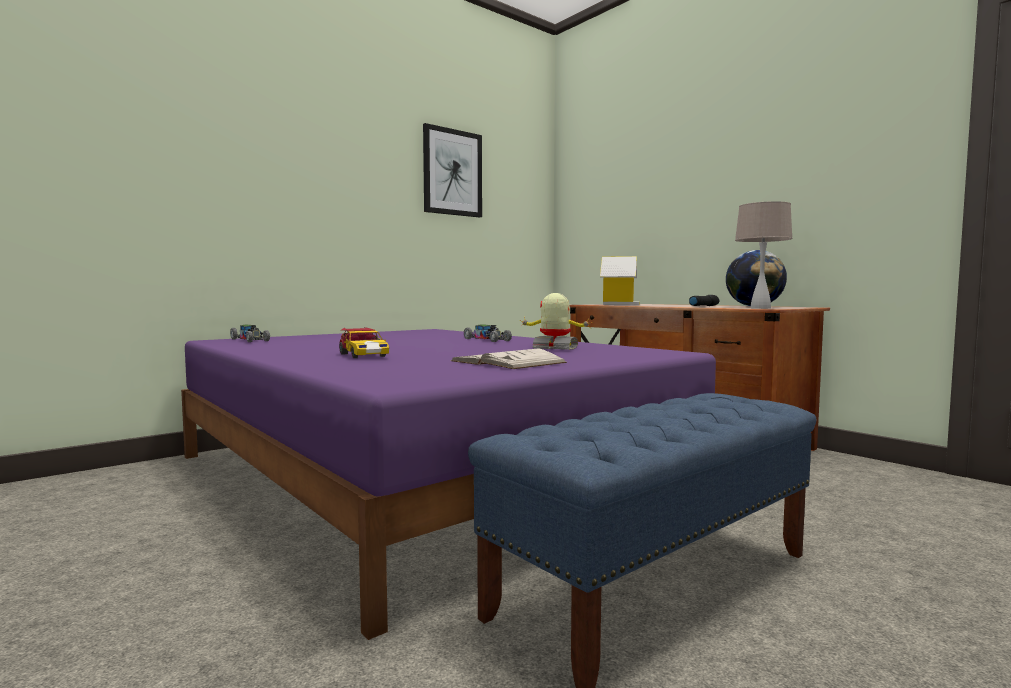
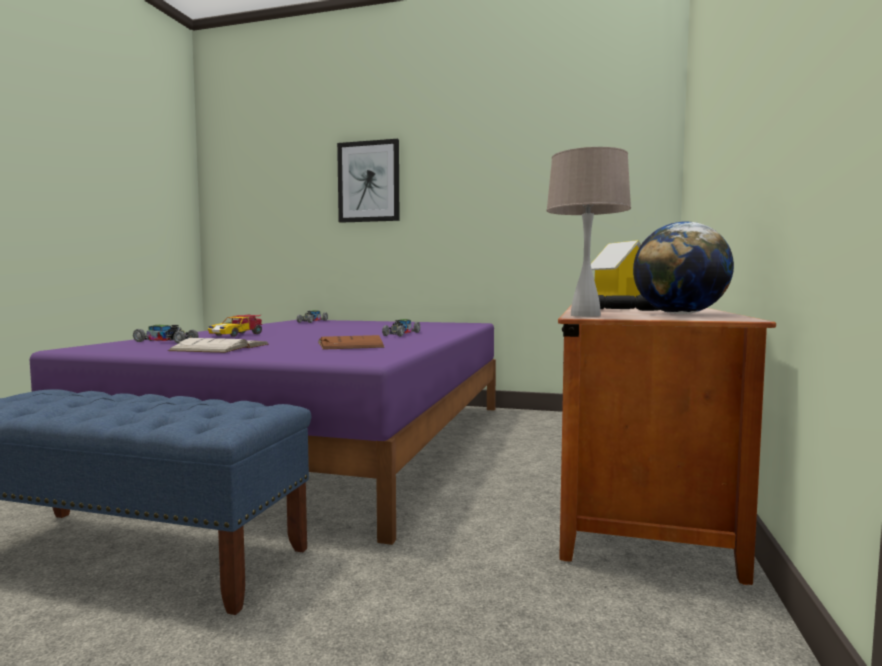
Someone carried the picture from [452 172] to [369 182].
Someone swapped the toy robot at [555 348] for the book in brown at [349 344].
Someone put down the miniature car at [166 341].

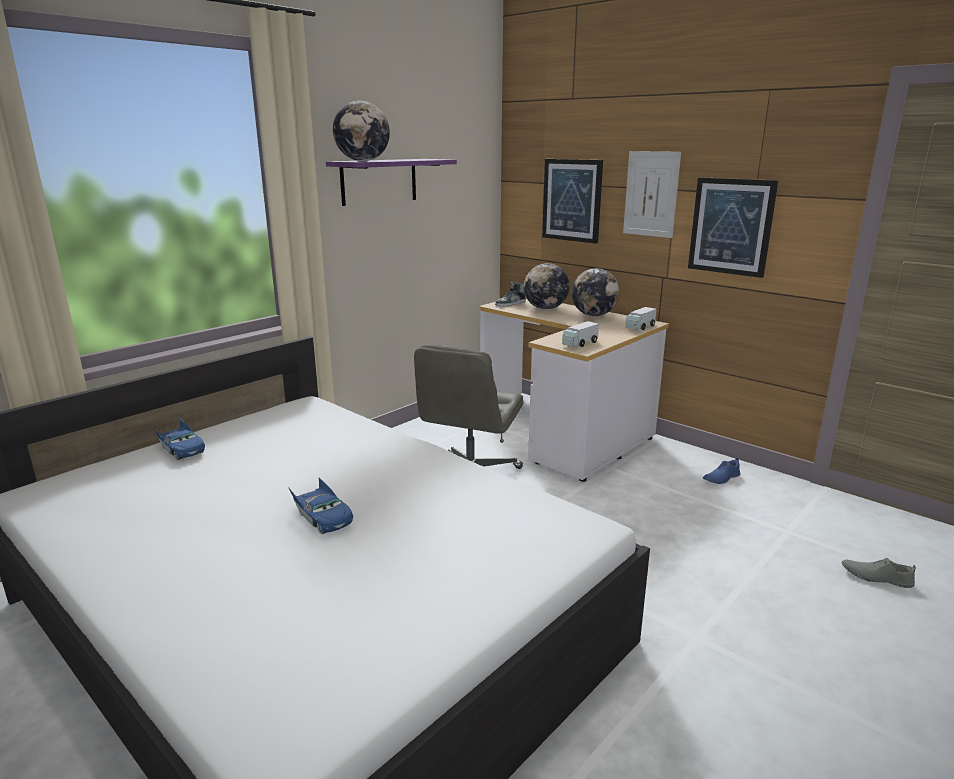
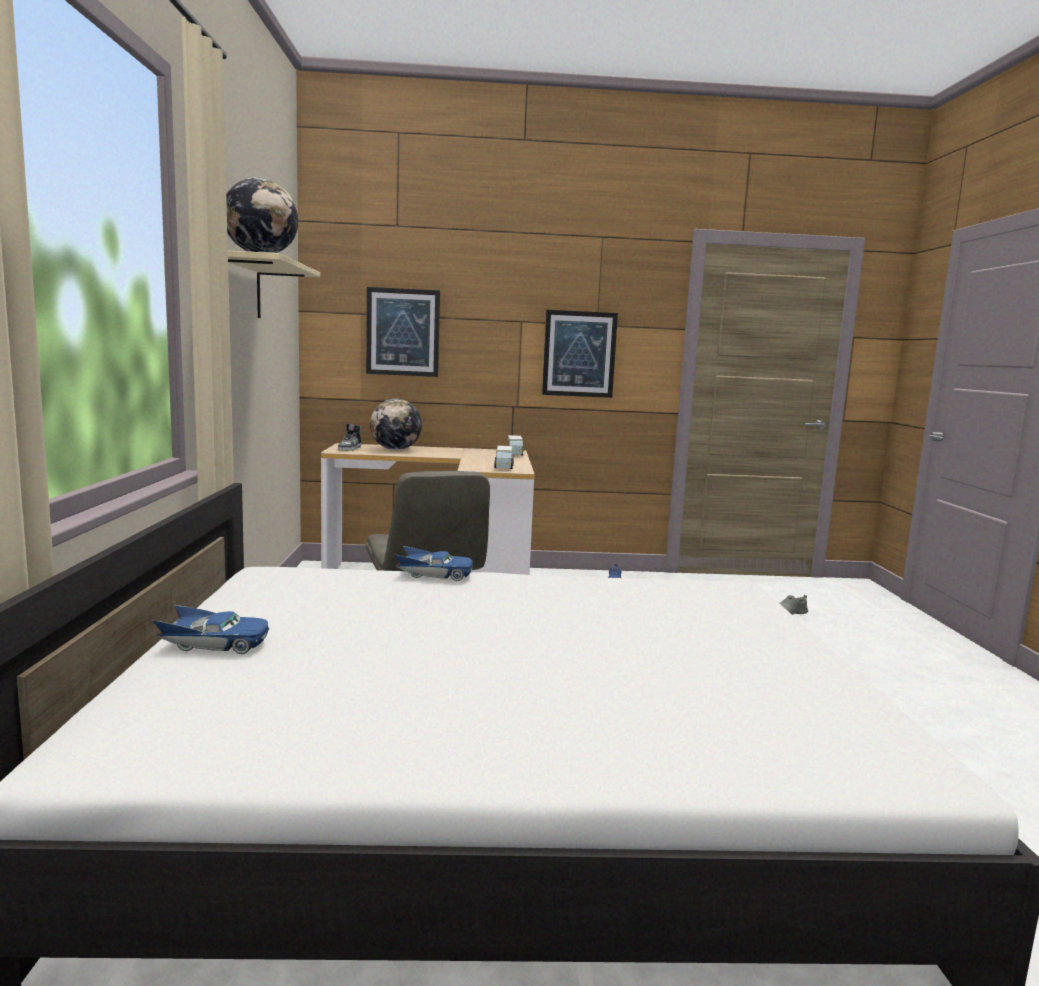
Someone carried the miniature car in blue-coloured from [322 517] to [434 575].
Someone repainted the bracket shelf in purplish at [379 181], which became the bracket shelf in sand-coloured at [239 288].
Someone took away the world globe at [593 315].
Someone took away the picture at [651 194].

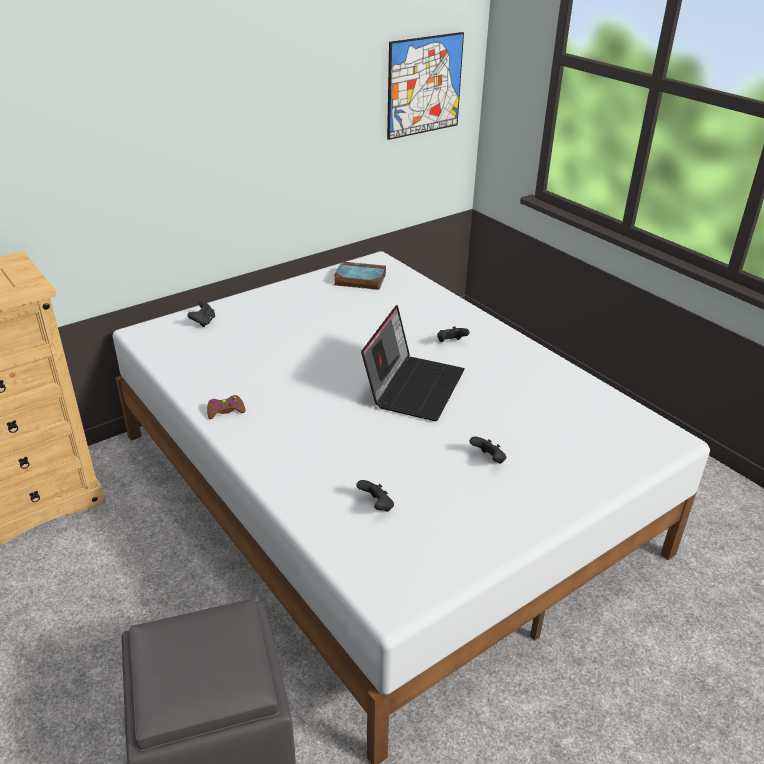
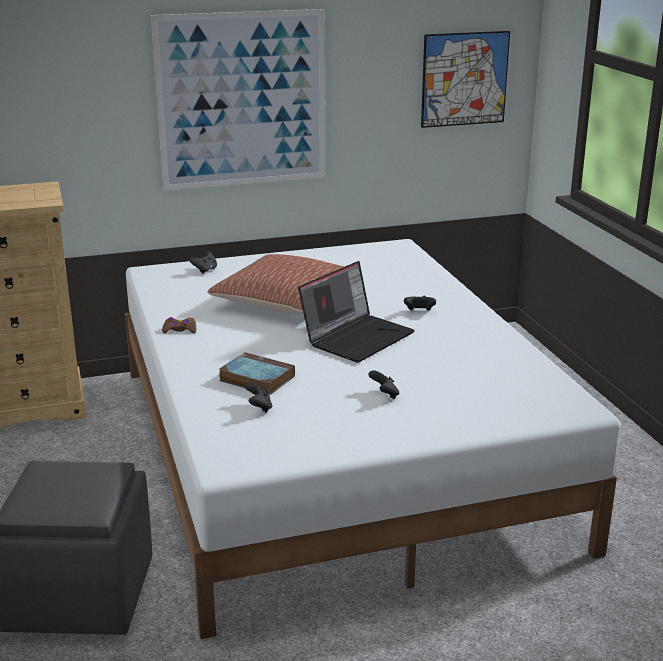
Someone carried the book from [358 279] to [255 378].
Someone put up the picture at [242 100].
Someone put down the throw pillow at [286 301].

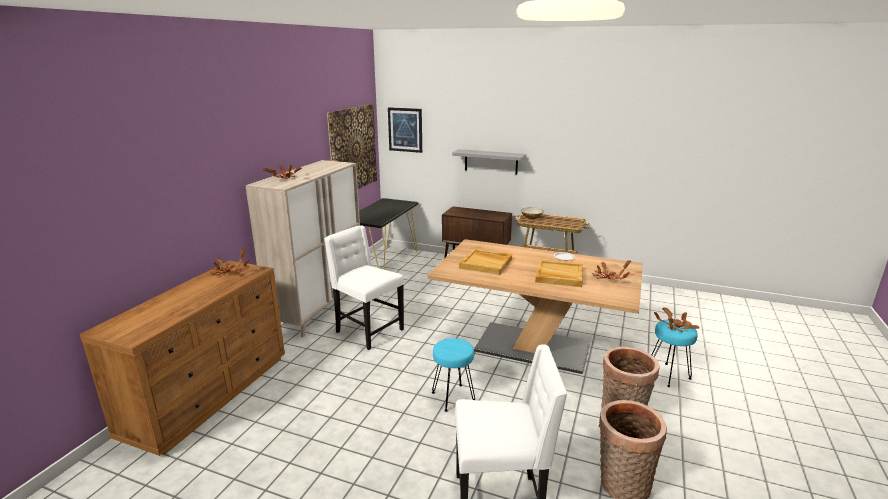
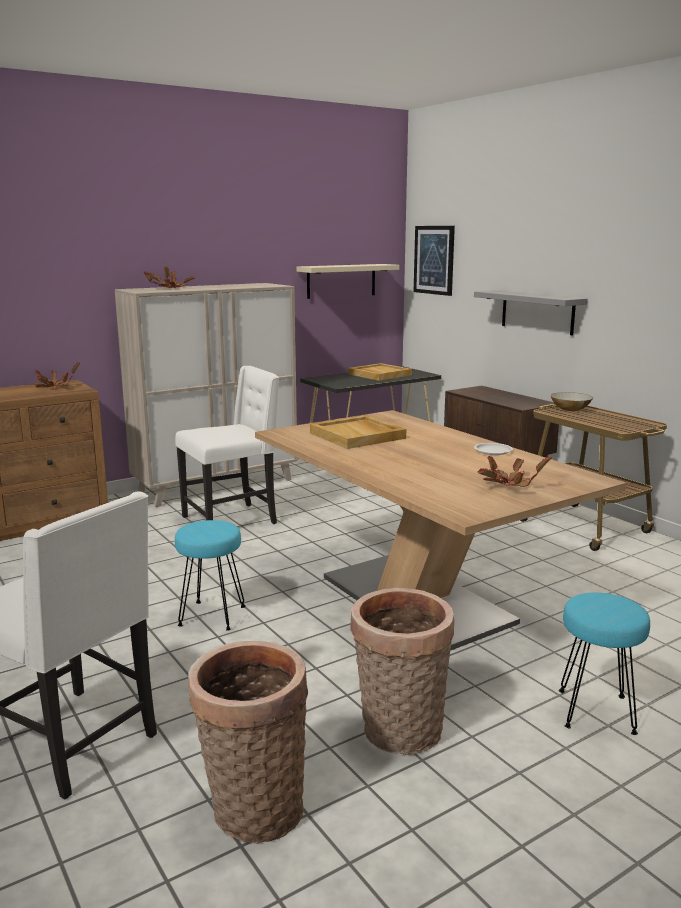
Someone rotated the upright chair in white at [367 331] by 75 degrees clockwise.
Someone swapped the picture at [352 149] for the bracket shelf in sand-coloured at [341 281].
Someone carried the carrying tray in sand-coloured from [558 275] to [379 374].
Someone took away the potted plant at [676 327].

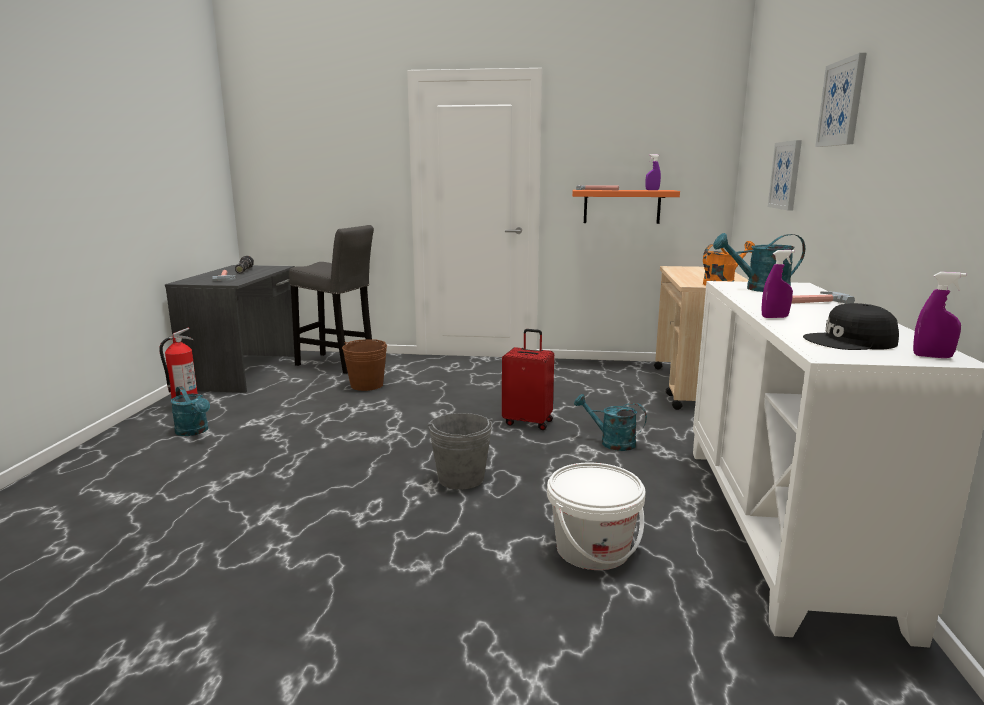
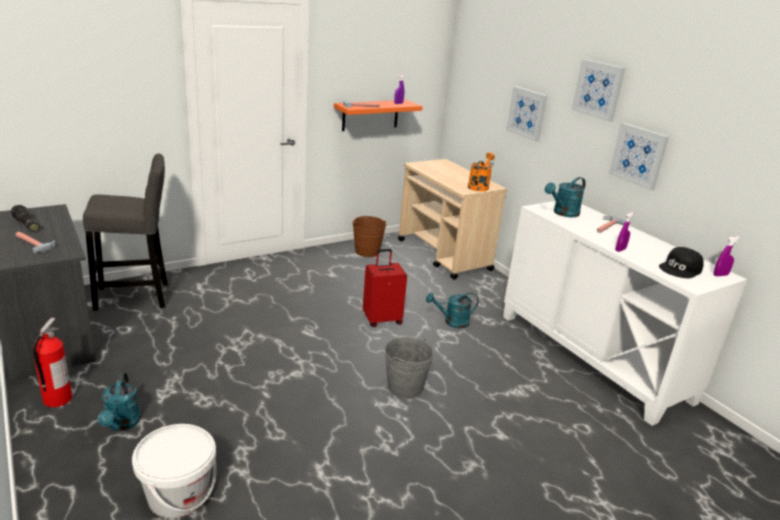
Someone rotated the watering pot in turquoise-coloured at [194 432] by 75 degrees clockwise.
Someone carried the bucket in brown from [367 385] to [367 251].
Someone carried the bucket in white from [593 549] to [179 494].
Someone put up the picture at [638 155].

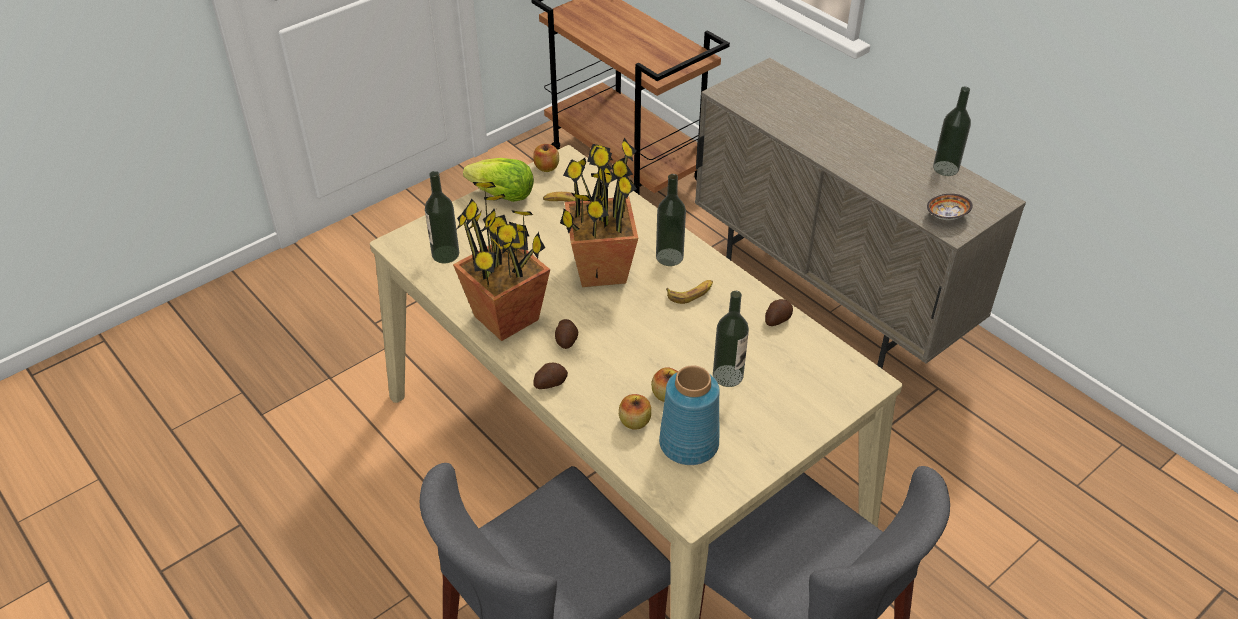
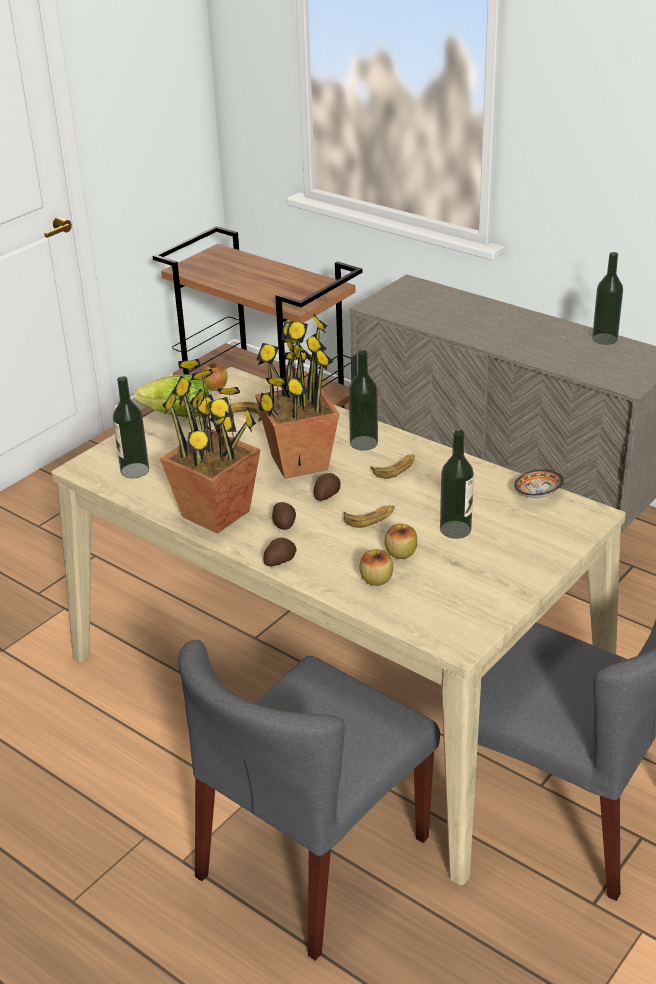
Someone took away the vase in blue-coloured at [690 444].
Someone carried the whole potato from [777 319] to [326 495].
Someone carried the serving bowl from [947 216] to [538 494].
Someone put down the banana at [370 518].

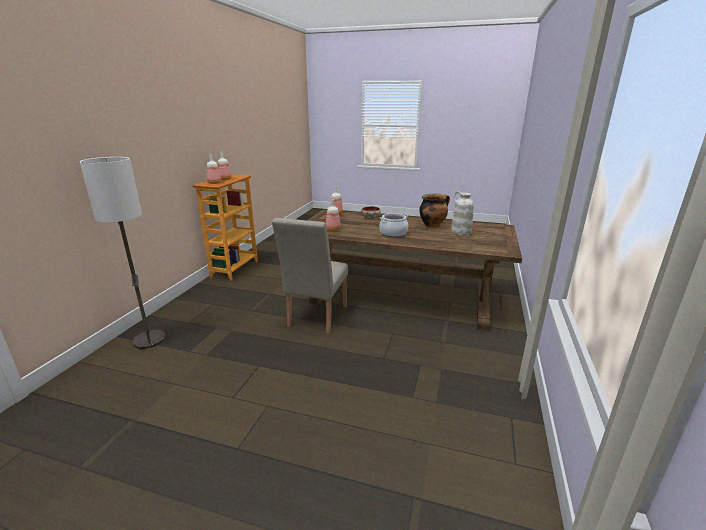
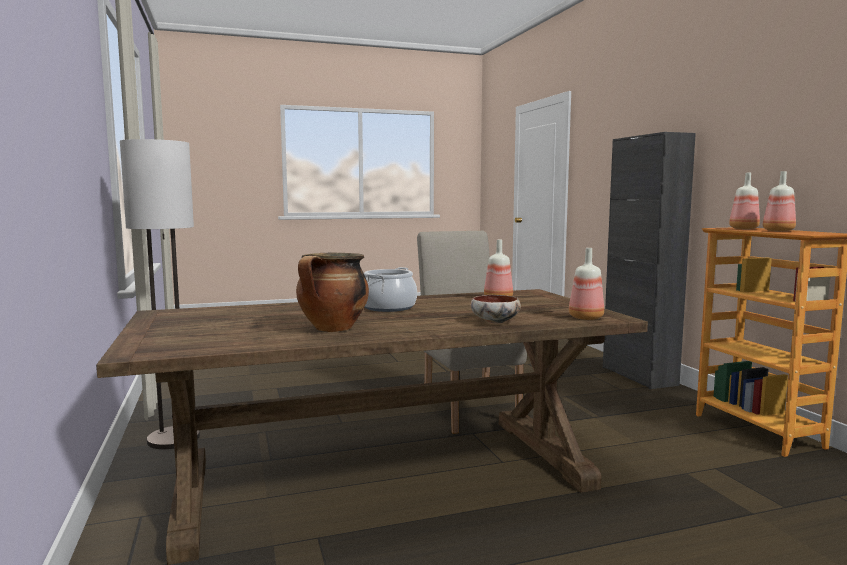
Someone carried the standing lamp from [149 340] to [173 439].
Someone took away the vase in white at [460 232].
Someone put down the cupboard in black-coloured at [639 376].

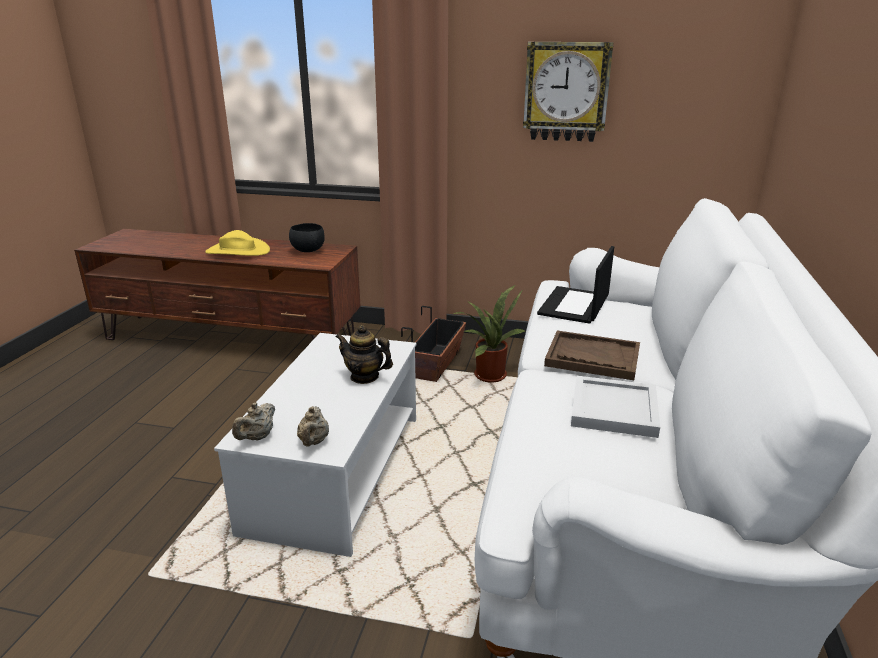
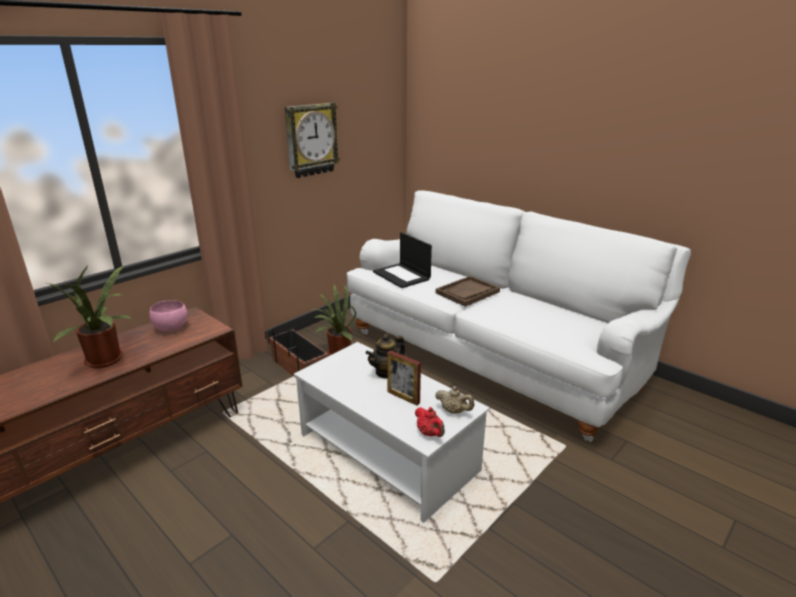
Someone swapped the clothing hat in yellow-coloured at [237 251] for the potted plant at [107 361].
Someone repainted the pot for tea in sand-coloured at [257 437], which became the pot for tea in red-coloured at [429 433].
Someone repainted the serving bowl in black-coloured at [308 250], which became the serving bowl in pinkish at [170 328].
Someone took away the carrying tray in white at [615 410].
Someone put down the picture frame at [403 397].

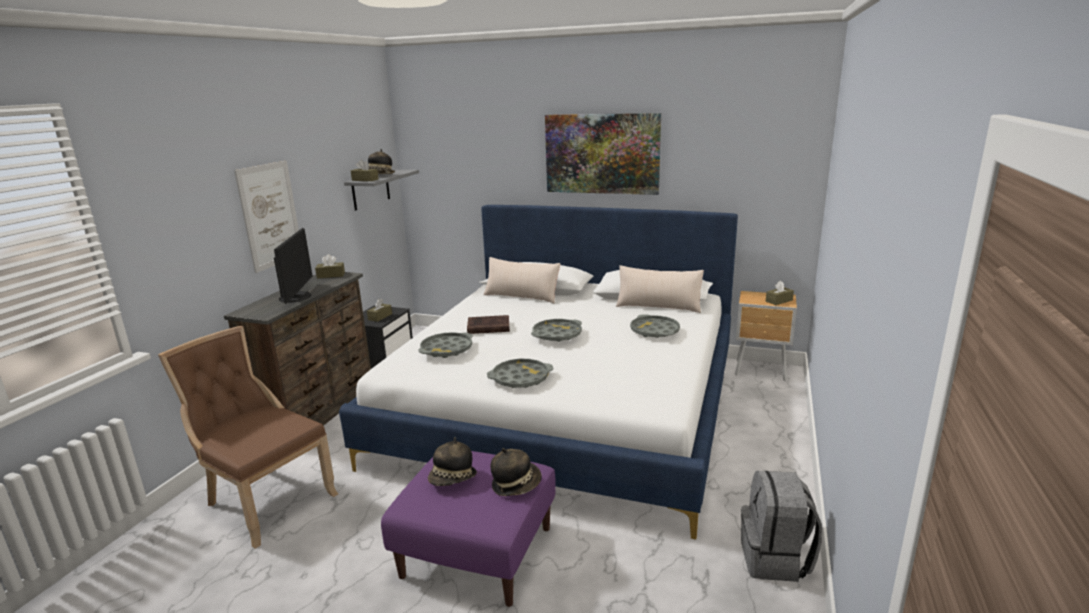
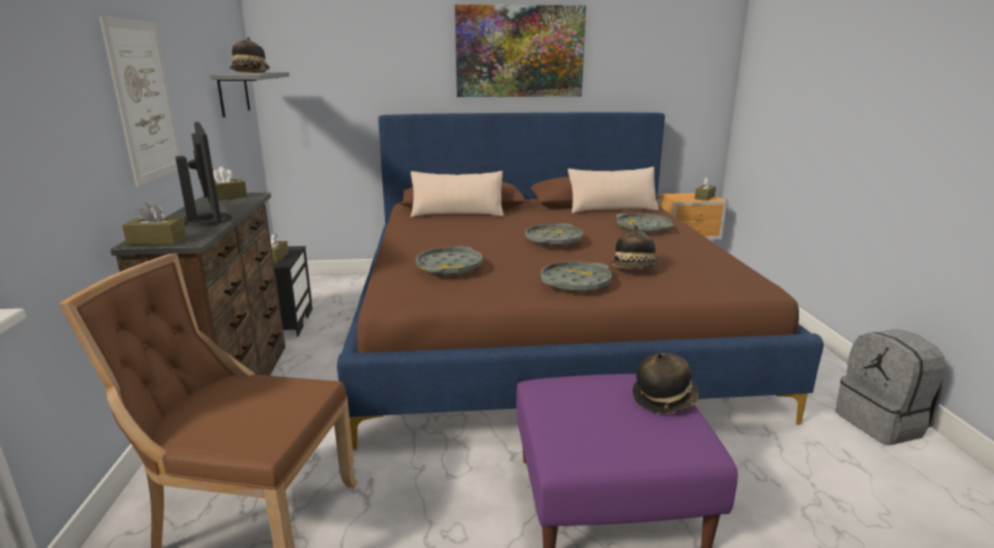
Someone repainted the bedroom bed in white at [566 407], which became the bedroom bed in brown at [543 330].
Someone carried the tissue box in brown from [365 180] to [157 241].
Someone carried the clothing hat from [452 480] to [635 269].
Someone took away the book in brown at [487 328].

